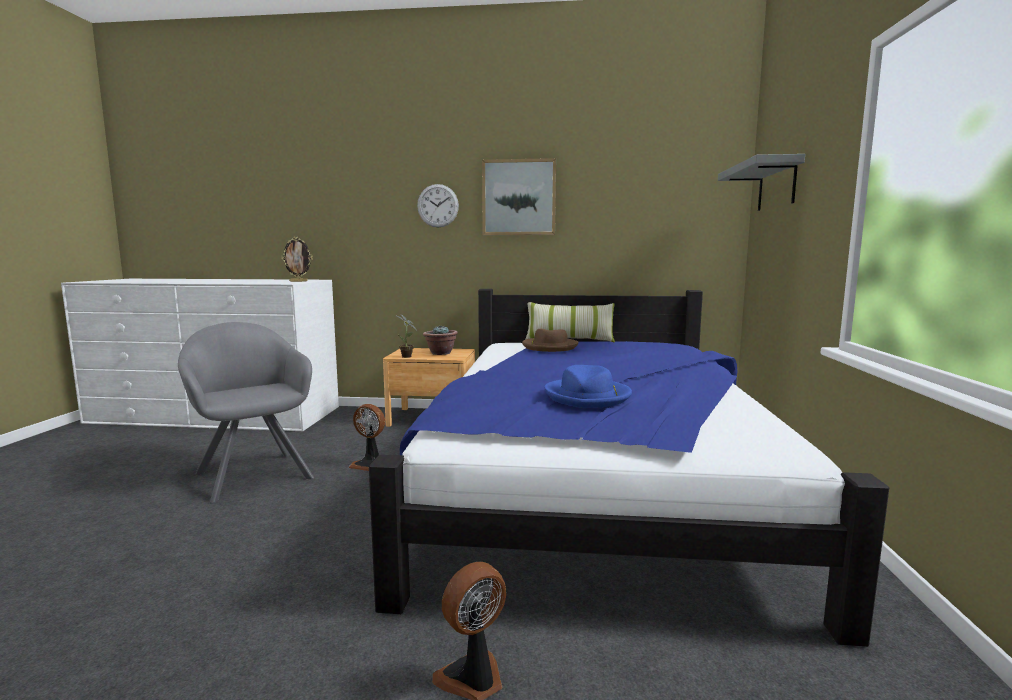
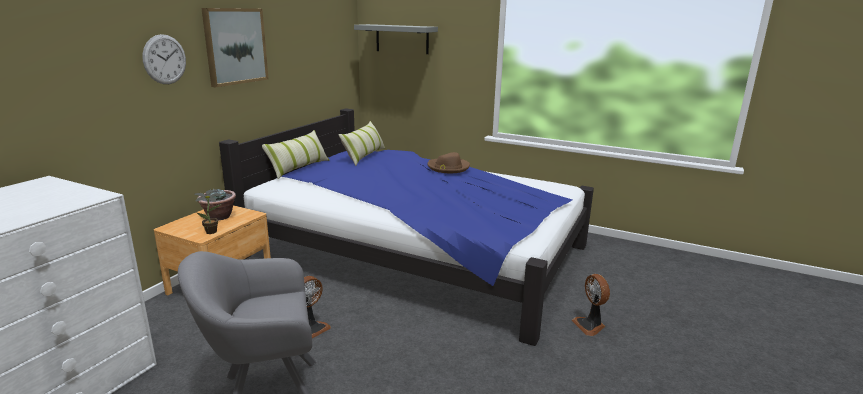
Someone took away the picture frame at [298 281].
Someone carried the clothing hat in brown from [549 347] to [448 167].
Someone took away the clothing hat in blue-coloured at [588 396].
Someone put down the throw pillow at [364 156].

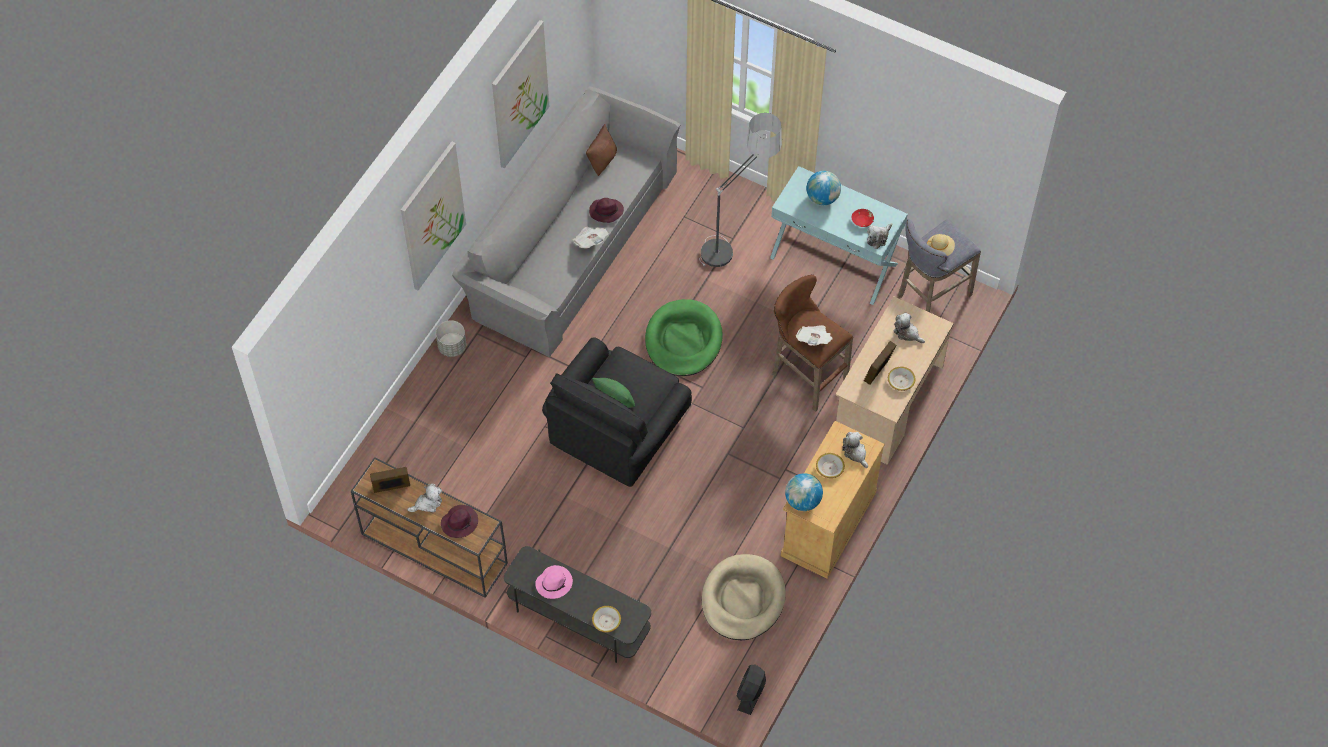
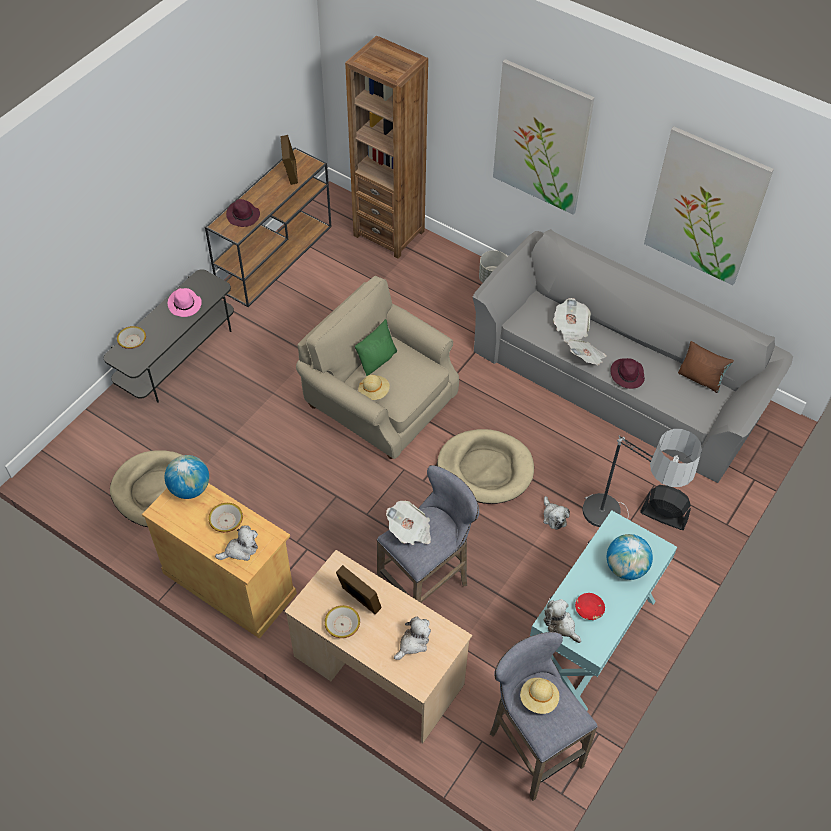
Someone carried the soft toy from [427 503] to [553 517].
Someone repainted the easy chair in black-coloured at [619 430], which became the easy chair in sand-coloured at [379 402].
Someone repainted the pet bed in green-coloured at [683 340], which became the pet bed in sand-coloured at [485 469].
Someone carried the cooling fan in black-coloured from [751 694] to [663 515].
Someone repainted the sitting stool in brown at [806 376], which became the sitting stool in grey at [427 584].
Someone put down the shelving unit in brown at [389 233].
Someone put down the clothing hat in sand-coloured at [374 392].
Someone put down the printed paper at [570 328].

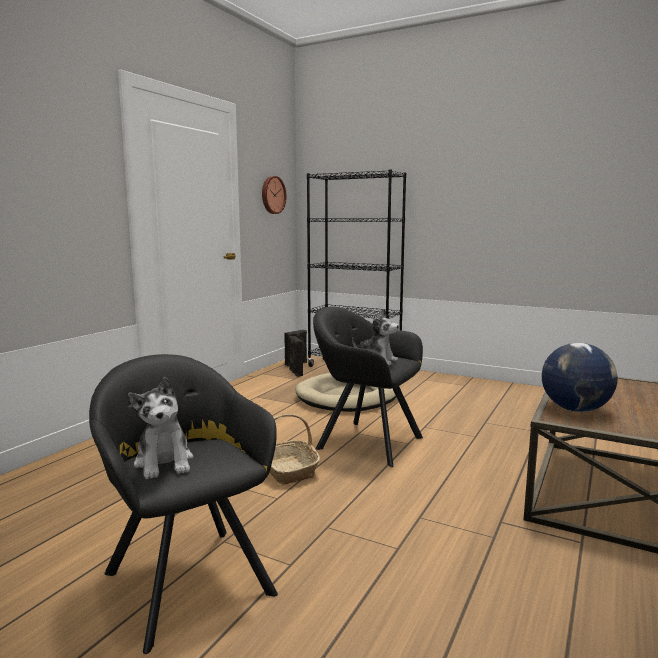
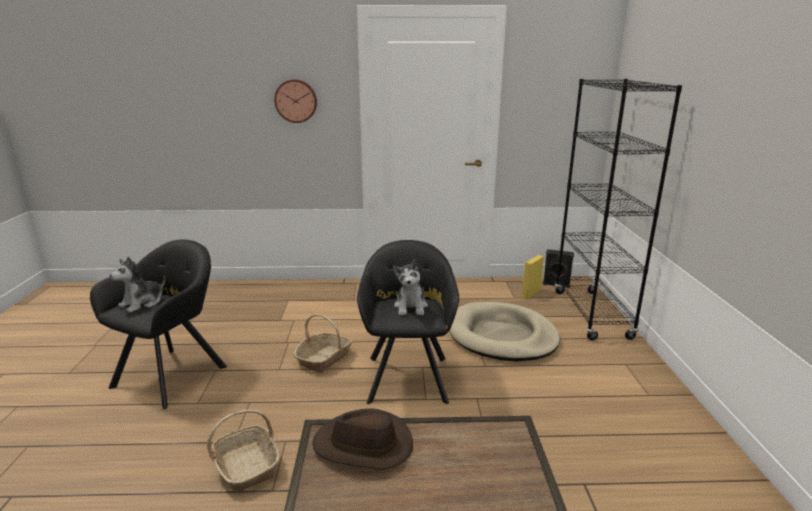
Someone carried the hanging clock from [272 195] to [296 101].
Someone repainted the loudspeaker in black-coloured at [295 373], which became the loudspeaker in yellow-coloured at [530 293].
Someone swapped the world globe at [576 410] for the clothing hat in brown at [363 445].
Someone put down the basket at [246 465].

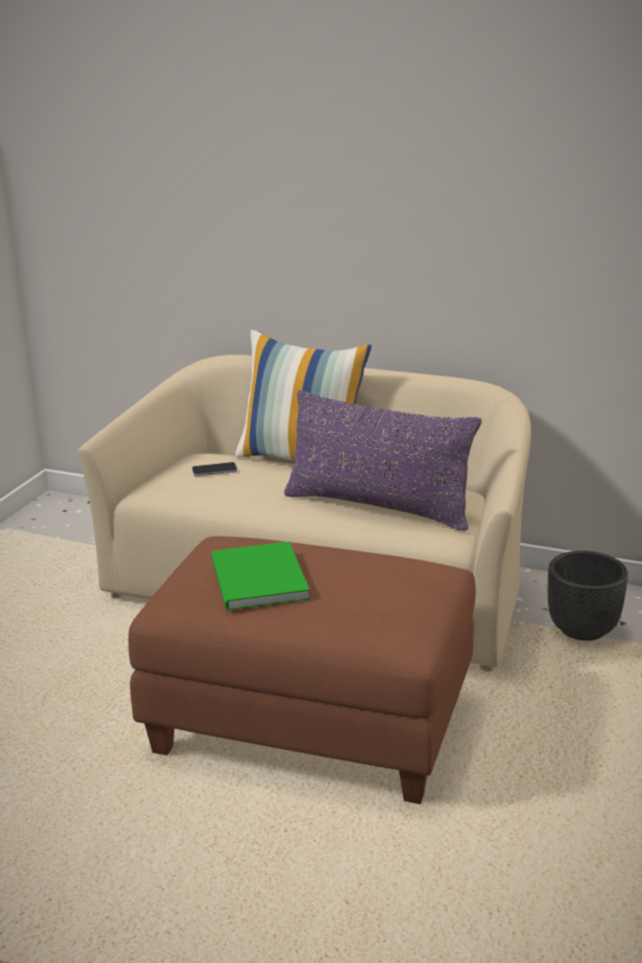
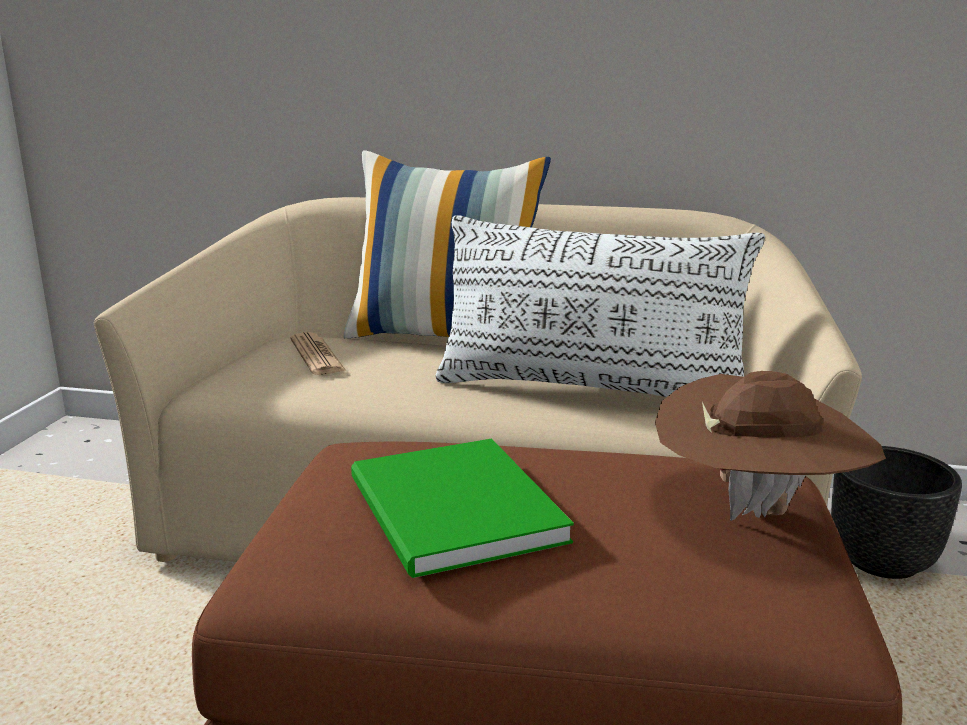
Someone swapped the phone at [214 471] for the printed paper at [317 355].
Someone repainted the throw pillow in purplish at [378 507], which became the throw pillow in white at [589 390].
Someone put down the clothing hat in brown at [756 510].

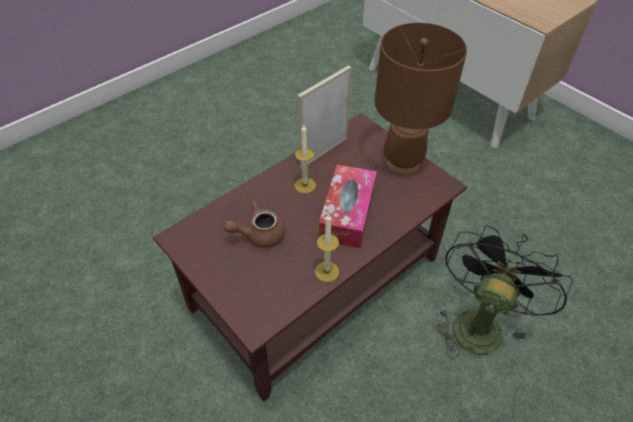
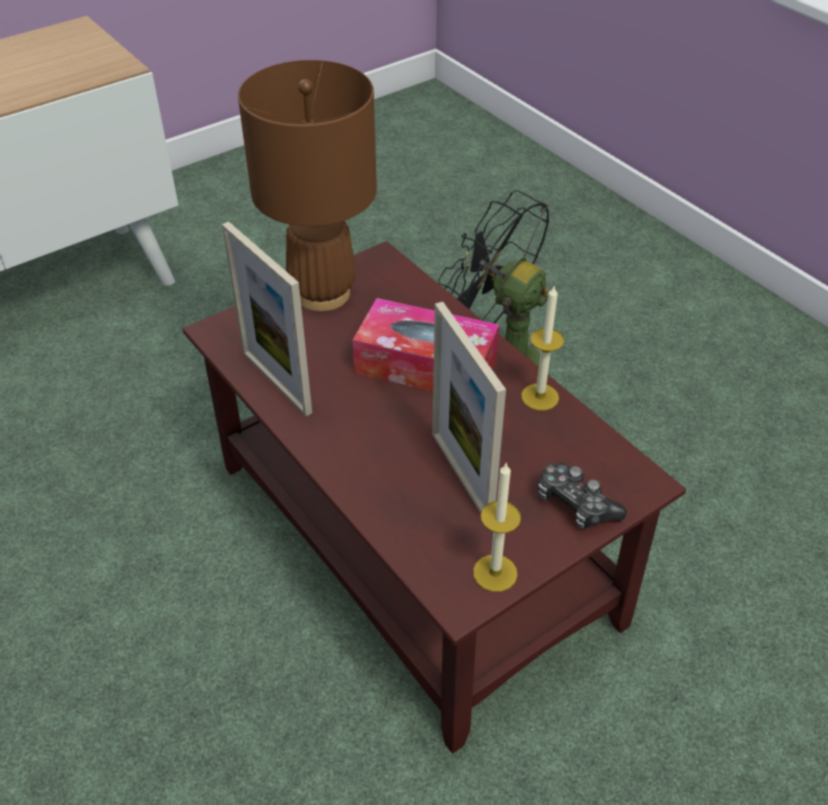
Someone swapped the pot for tea in brown at [259 234] for the picture frame at [461 475].
Someone carried the candle from [305 185] to [495 573].
Someone put down the joypad at [575 504].

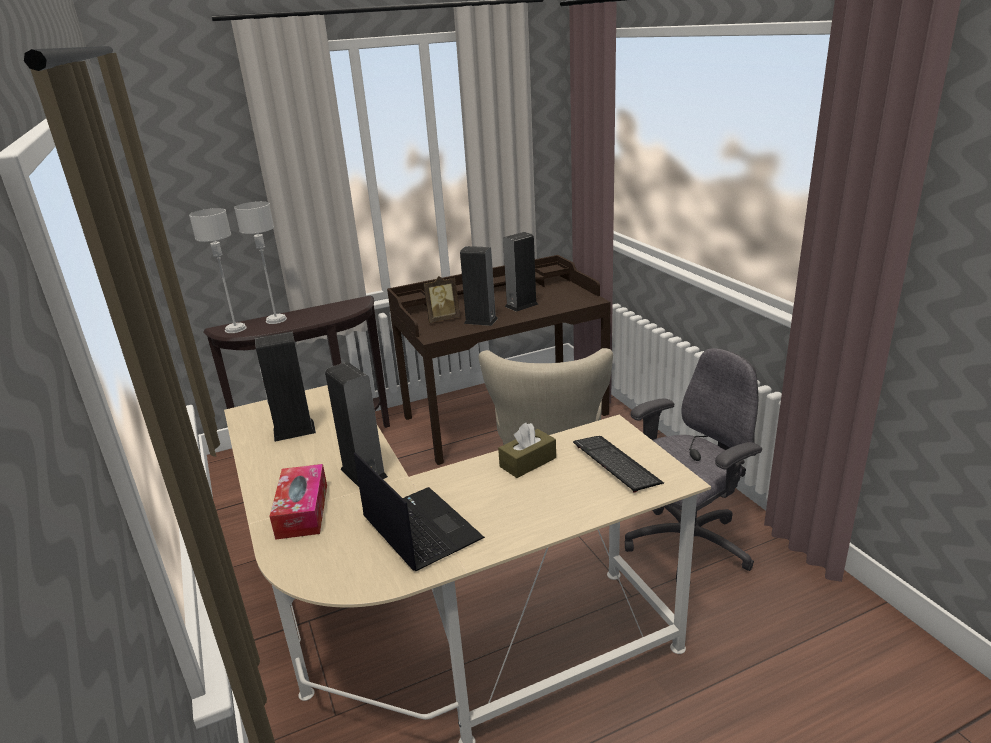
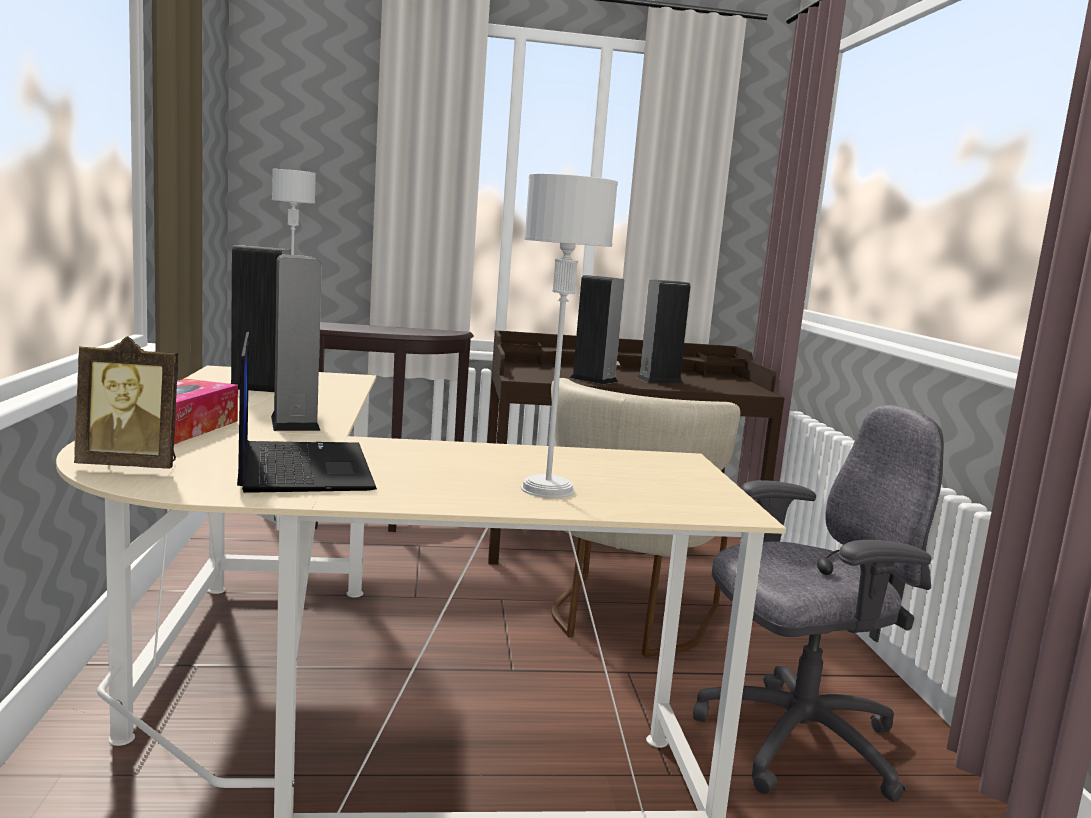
Someone carried the lamp for a table in grey from [275 320] to [546 489].
Someone carried the picture frame from [443 319] to [132 465].
Someone took away the tissue box in brown at [528 462].
Someone took away the PC keyboard at [616 464].

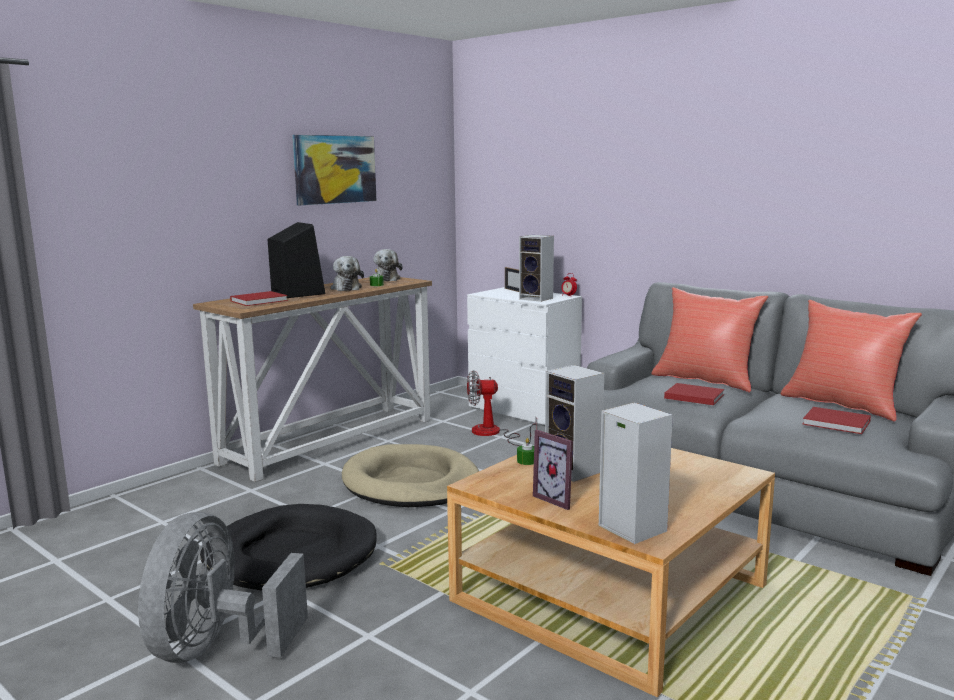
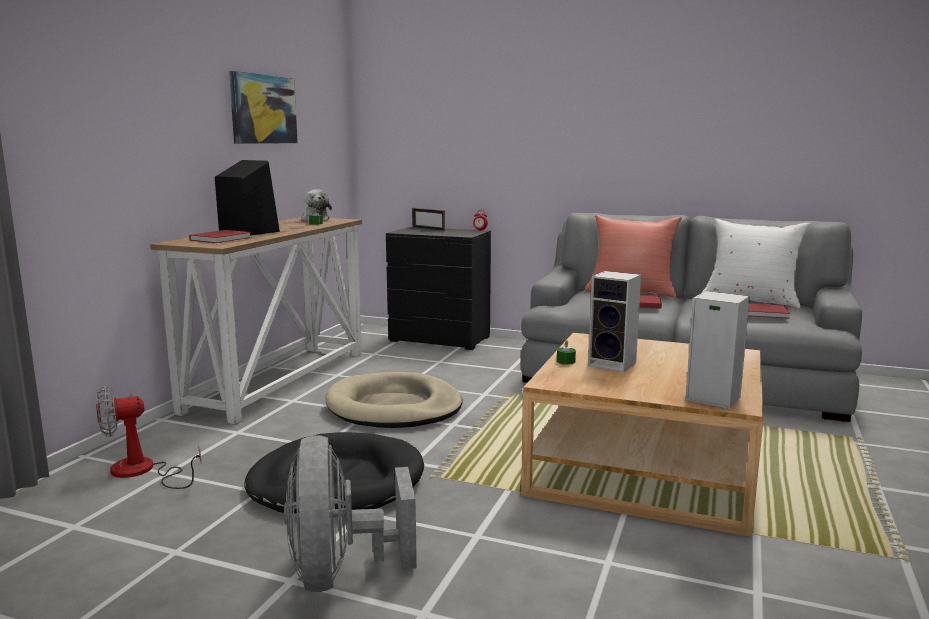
Someone took away the soft toy at [346 288].
Someone repainted the dresser in white at [524 411], which became the dresser in black-coloured at [440 339].
Someone carried the cooling fan from [493 434] to [143 472].
Someone took away the loudspeaker at [537 298].
Someone took away the picture frame at [558 499].
Someone repainted the throw pillow in red-coloured at [843 404], which became the throw pillow in white at [750 301].

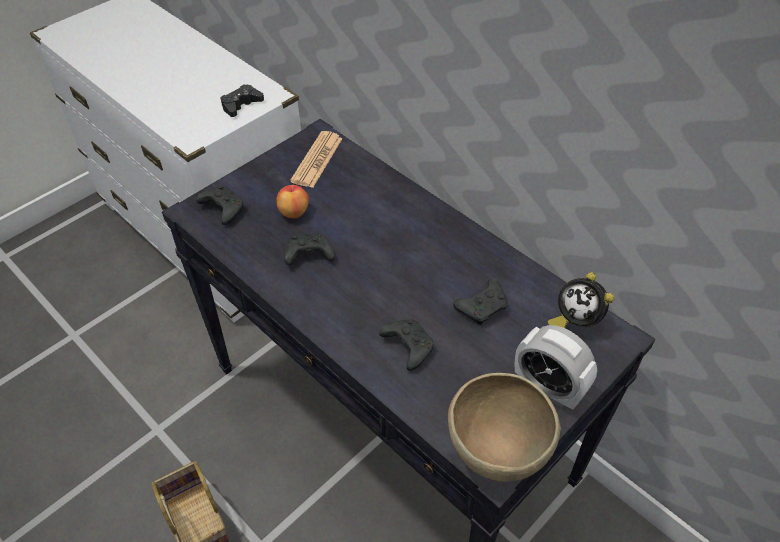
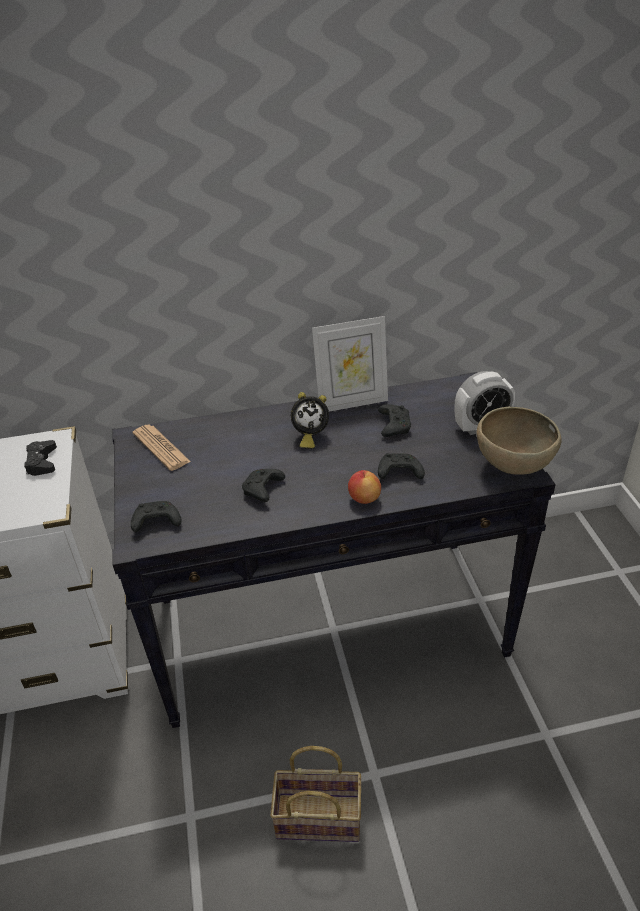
Someone carried the apple fruit from [294 212] to [364 498].
Someone carried the bedside clock from [574 321] to [309 436].
Someone put down the picture frame at [352 402].

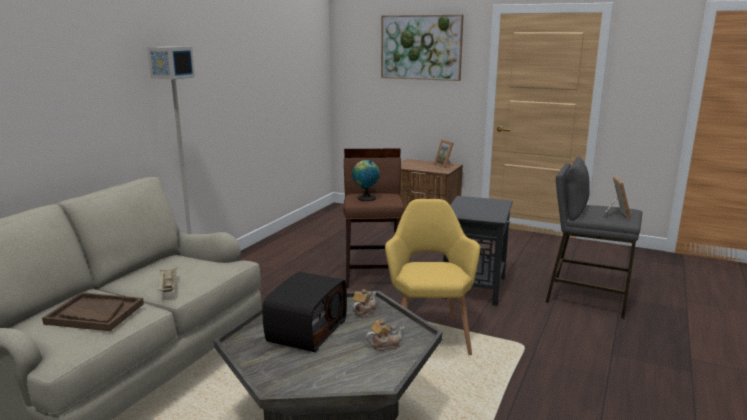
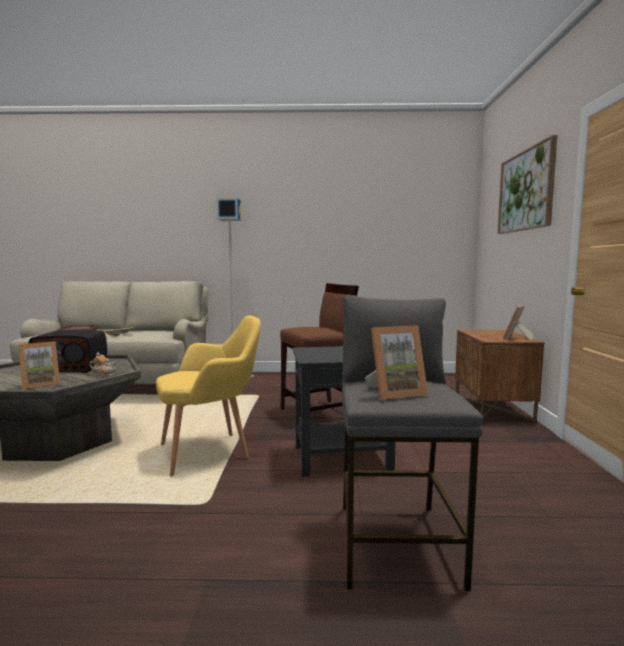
Someone took away the world globe at [365 198].
Someone swapped the pot for tea at [385 345] for the picture frame at [40 384].

